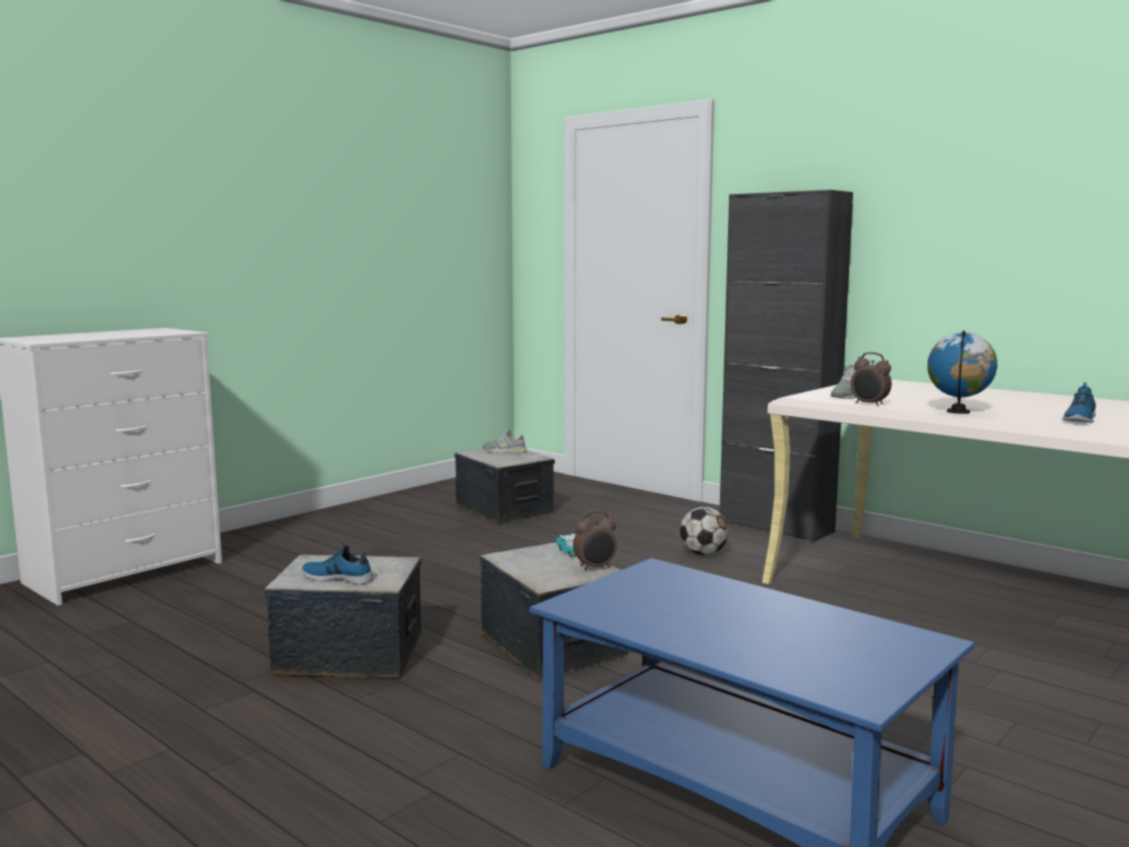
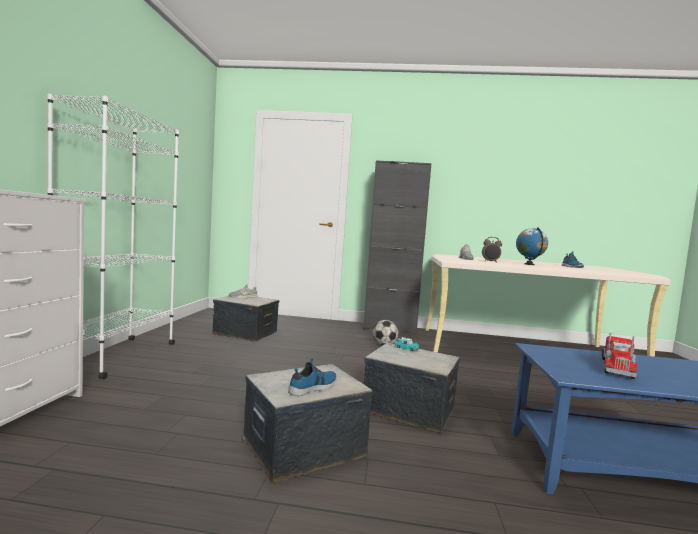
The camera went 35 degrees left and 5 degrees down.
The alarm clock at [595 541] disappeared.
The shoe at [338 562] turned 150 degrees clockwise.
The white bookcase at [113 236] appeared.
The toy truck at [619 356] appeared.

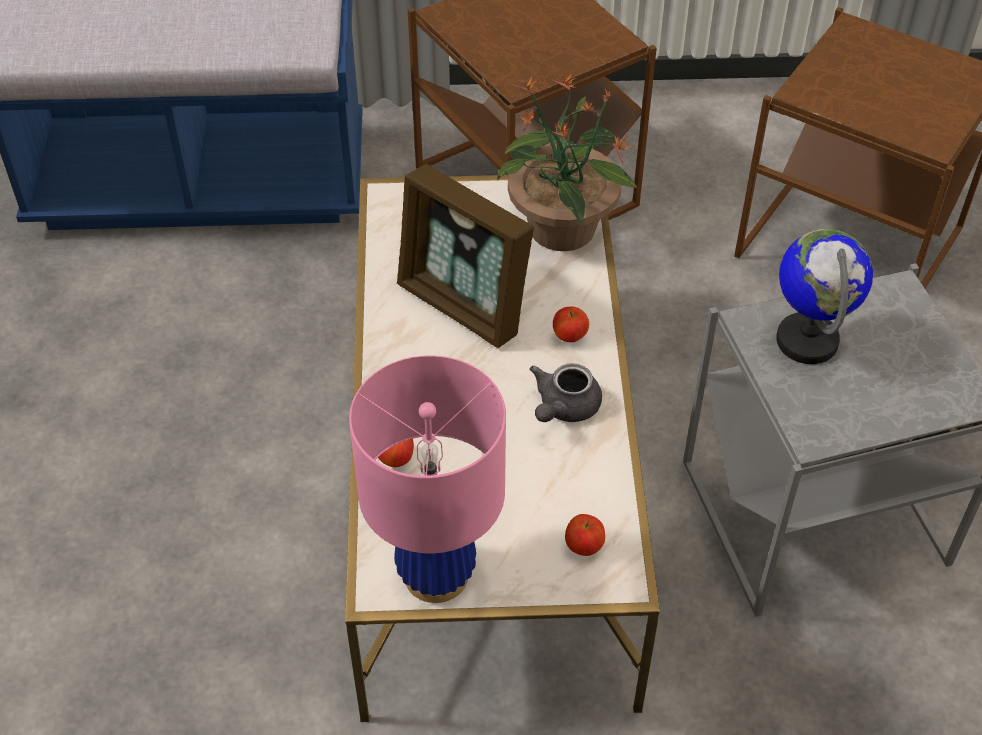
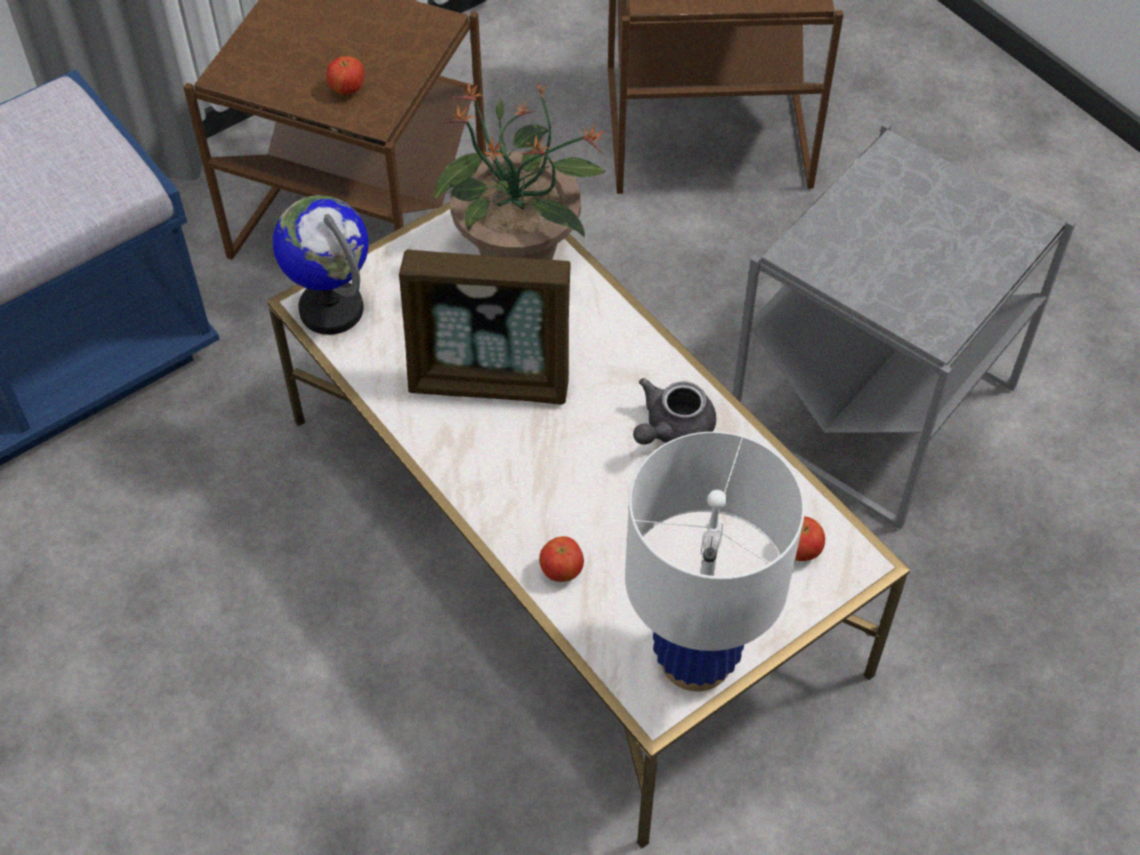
The camera went 35 degrees left and 5 degrees up.
The globe moved from [824 296] to [320 265].
The apple moved from [571 324] to [345 75].
The pink table lamp at [427 479] became the white table lamp at [715 561].
The grey teapot at [565 392] turned 45 degrees clockwise.

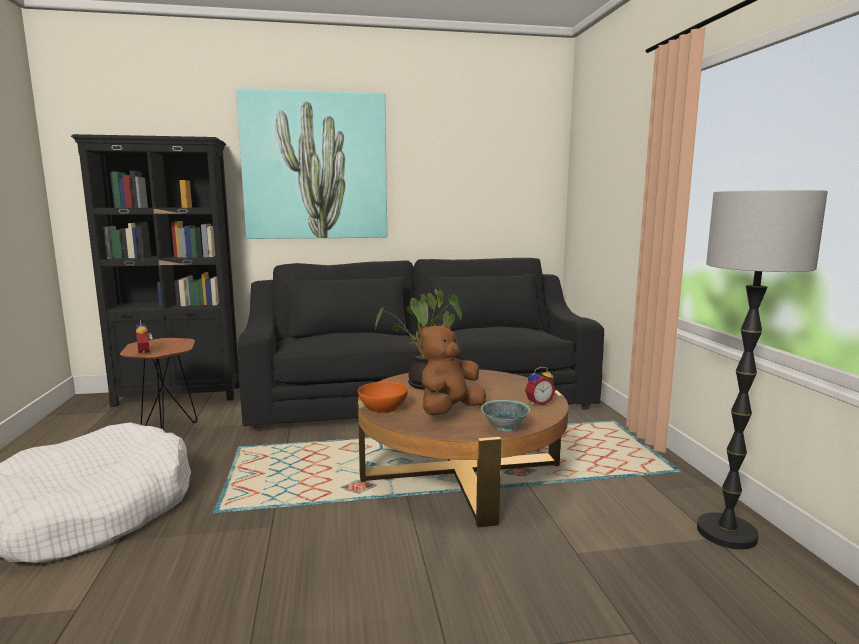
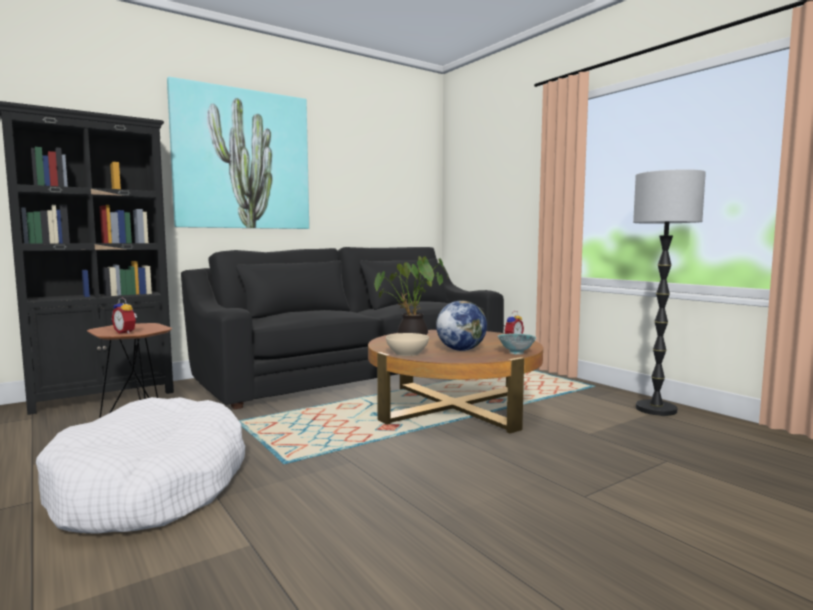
The camera went 25 degrees left and 5 degrees down.
The brown plush toy at [453 369] was replaced by the globe at [461 325].
The orange bowl at [383 397] became the beige bowl at [407 344].

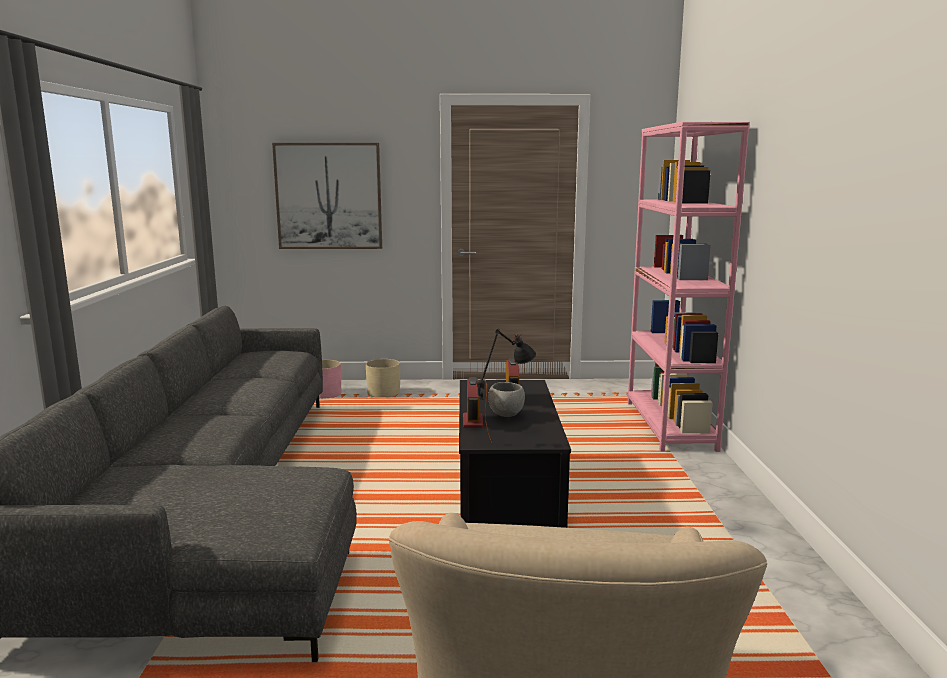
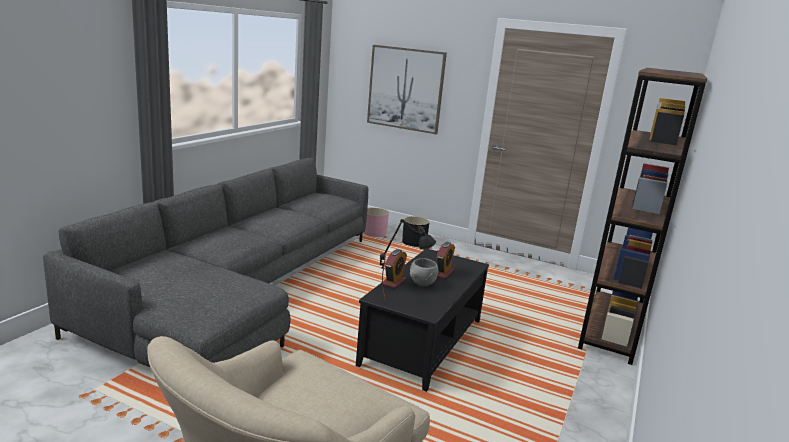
The camera went 25 degrees right and 5 degrees up.
The pink bookcase at [688 287] became the brown bookcase at [642 216].
The beige planter at [383 378] became the black planter at [416 231].

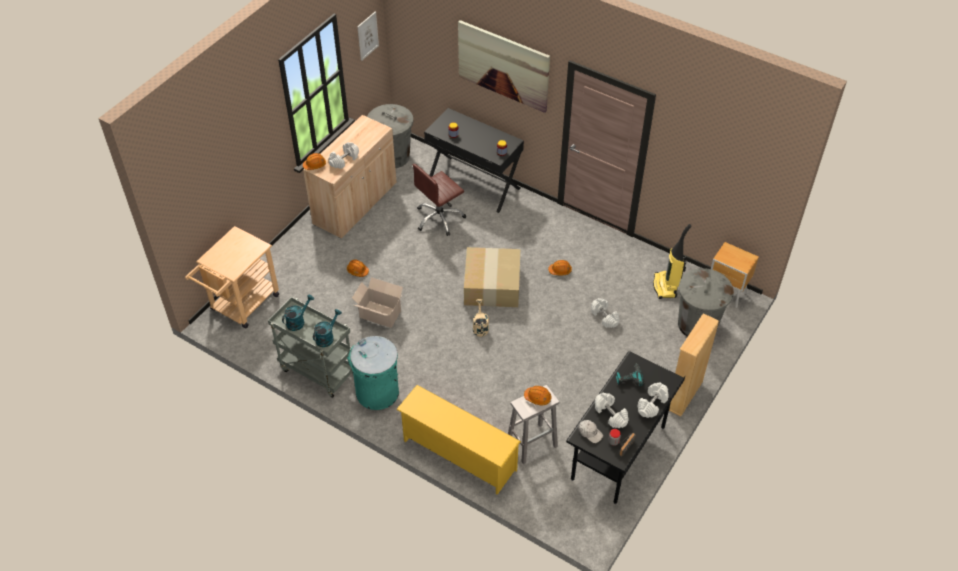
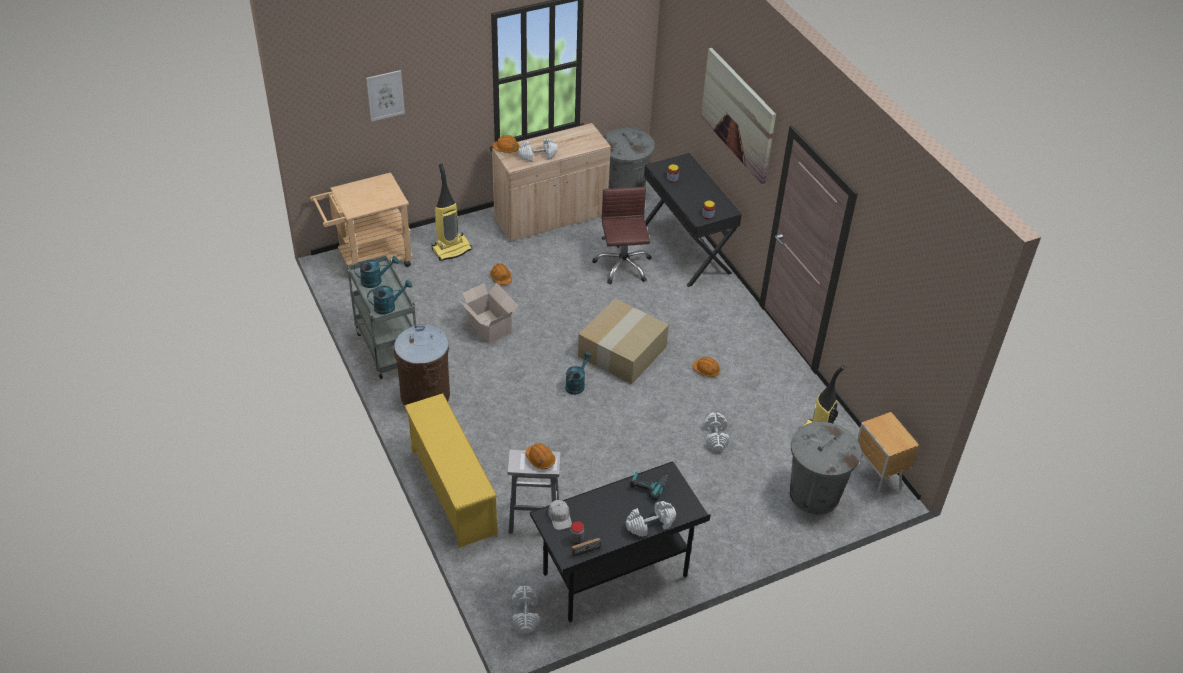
The camera went 30 degrees right and 5 degrees down.
The picture moved from [368 36] to [385 96].
The brown office chair at [439 200] turned 90 degrees clockwise.
The beige watering can at [481 318] became the turquoise watering can at [578 373].
The beige bookcase at [694 364] disappeared.
The turquoise trash can at [373 373] became the brown trash can at [422 364].
The white dumbbell moved from [612 410] to [525 610].
The vacuum cleaner at [452 212] appeared.

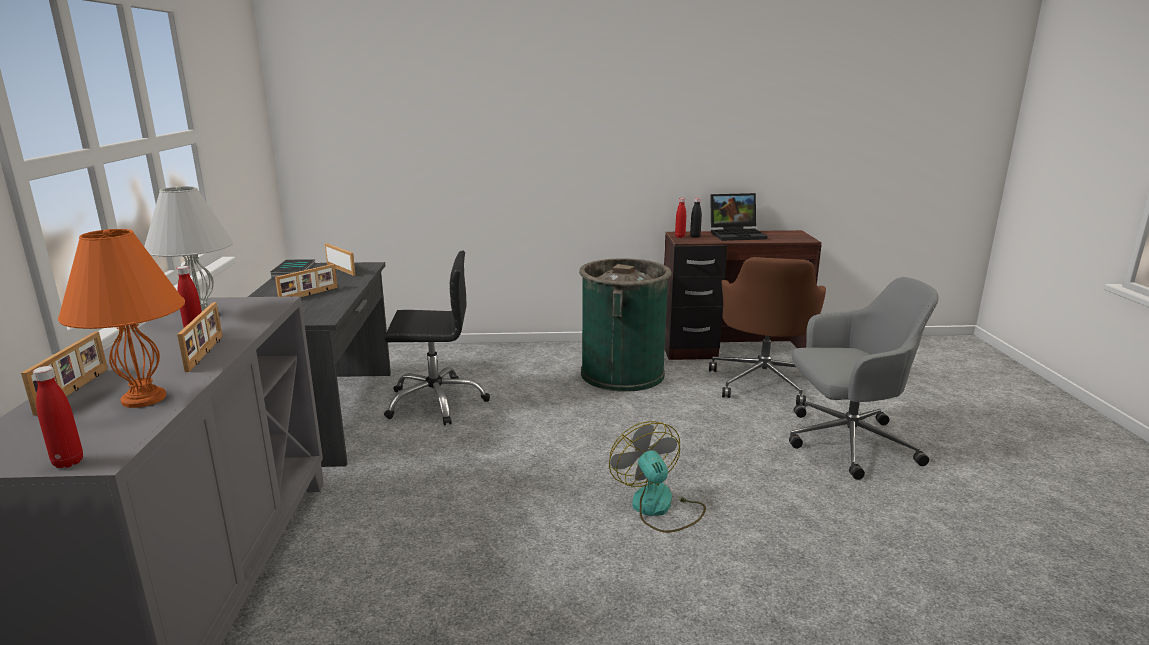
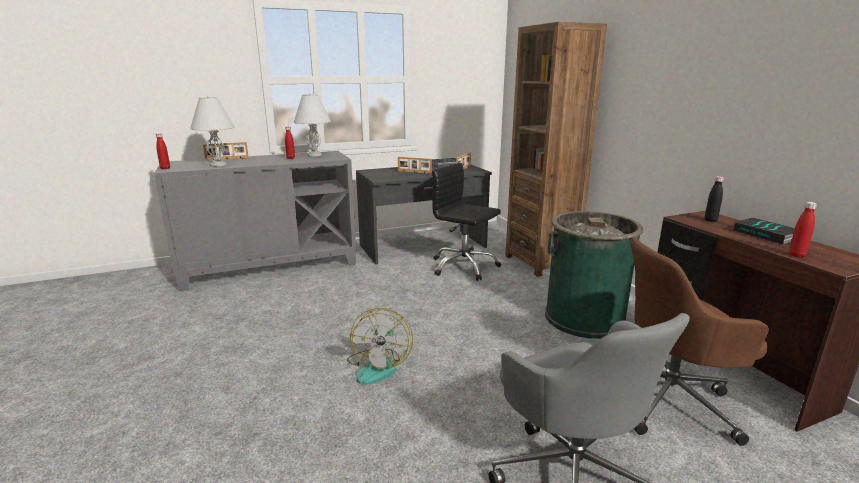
The camera went 70 degrees right and 0 degrees up.
The laptop at [739 217] was replaced by the book at [764 231].
The red bottle moved from [680 218] to [803 230].
The orange table lamp at [121 318] became the white table lamp at [212 131].
The black office chair at [437 338] turned 150 degrees clockwise.
The picture frame at [199 337] disappeared.
The fan at [657 477] turned 135 degrees clockwise.
The brown bookcase at [556 149] appeared.

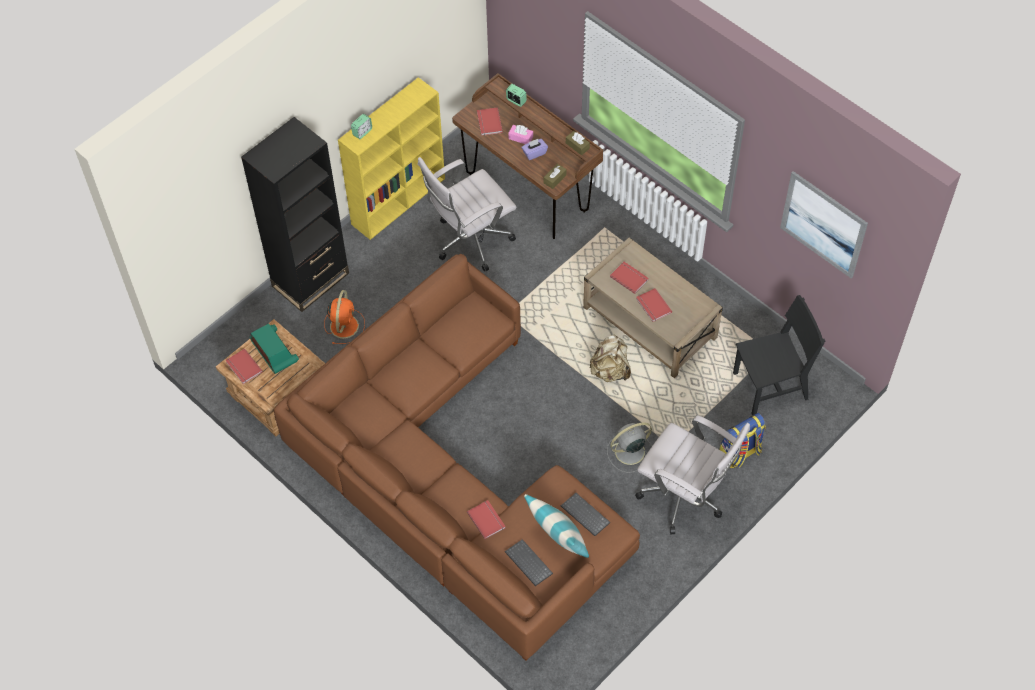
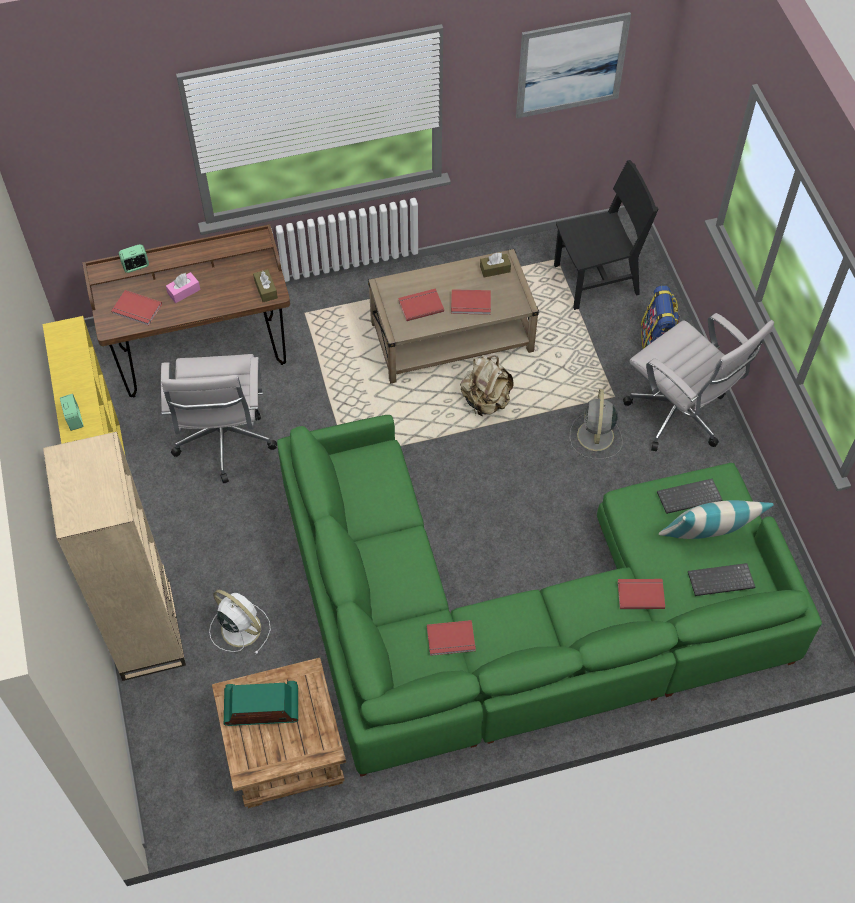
The camera went 60 degrees left and 0 degrees up.
The black bookcase at [295 214] became the beige bookcase at [114 556].
The brown tissue box moved from [578 143] to [495 265].
The purple tissue box at [534 149] disappeared.
The brown sofa at [457 457] became the green sofa at [549 596].
The orange fan at [344 317] became the white fan at [240 622].
The black chair at [779 355] turned 60 degrees clockwise.
The red book moved from [244 366] to [451 638].
The white office chair at [692 474] turned 75 degrees clockwise.

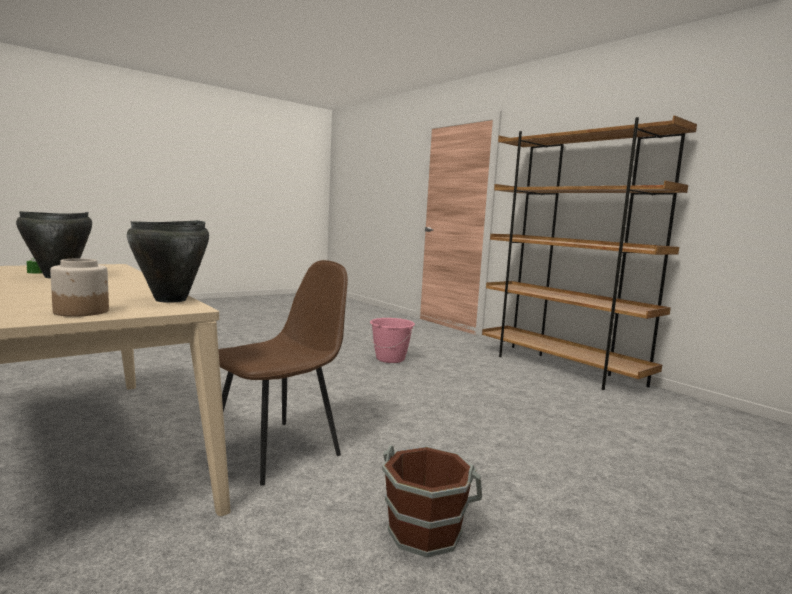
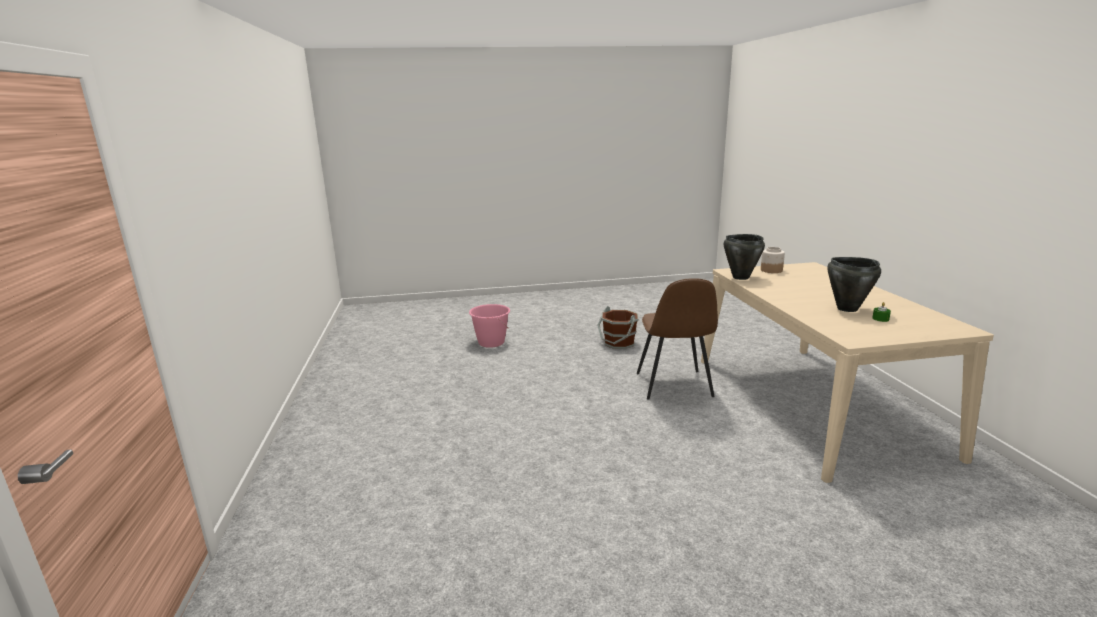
The camera went 150 degrees left and 10 degrees up.
The brown bookcase at [589 252] disappeared.
The brown chair at [283 373] turned 75 degrees counterclockwise.
The pink bucket moved from [392 340] to [489 326].

